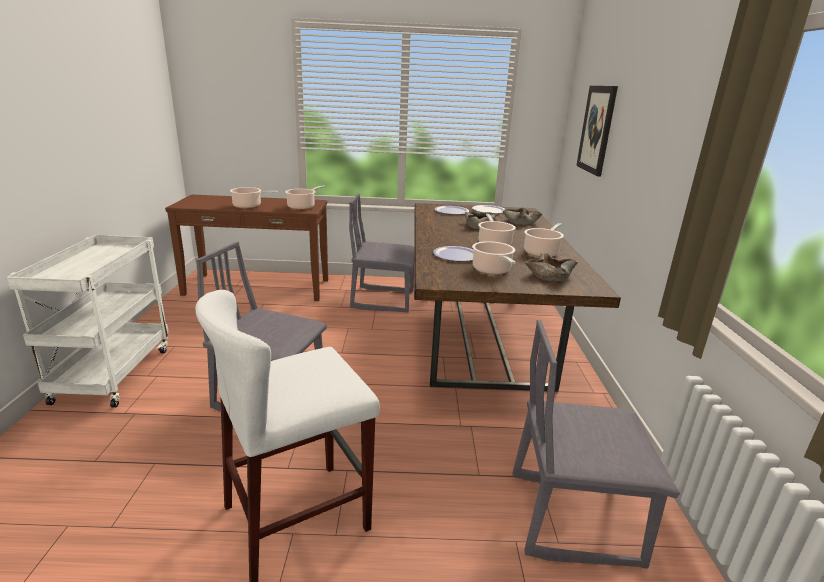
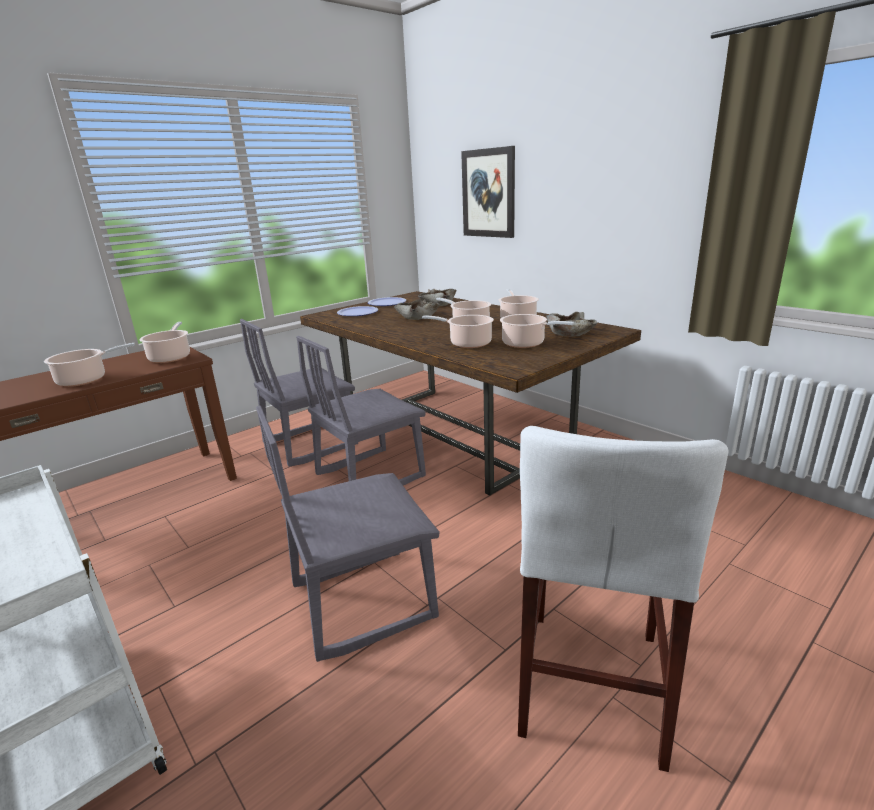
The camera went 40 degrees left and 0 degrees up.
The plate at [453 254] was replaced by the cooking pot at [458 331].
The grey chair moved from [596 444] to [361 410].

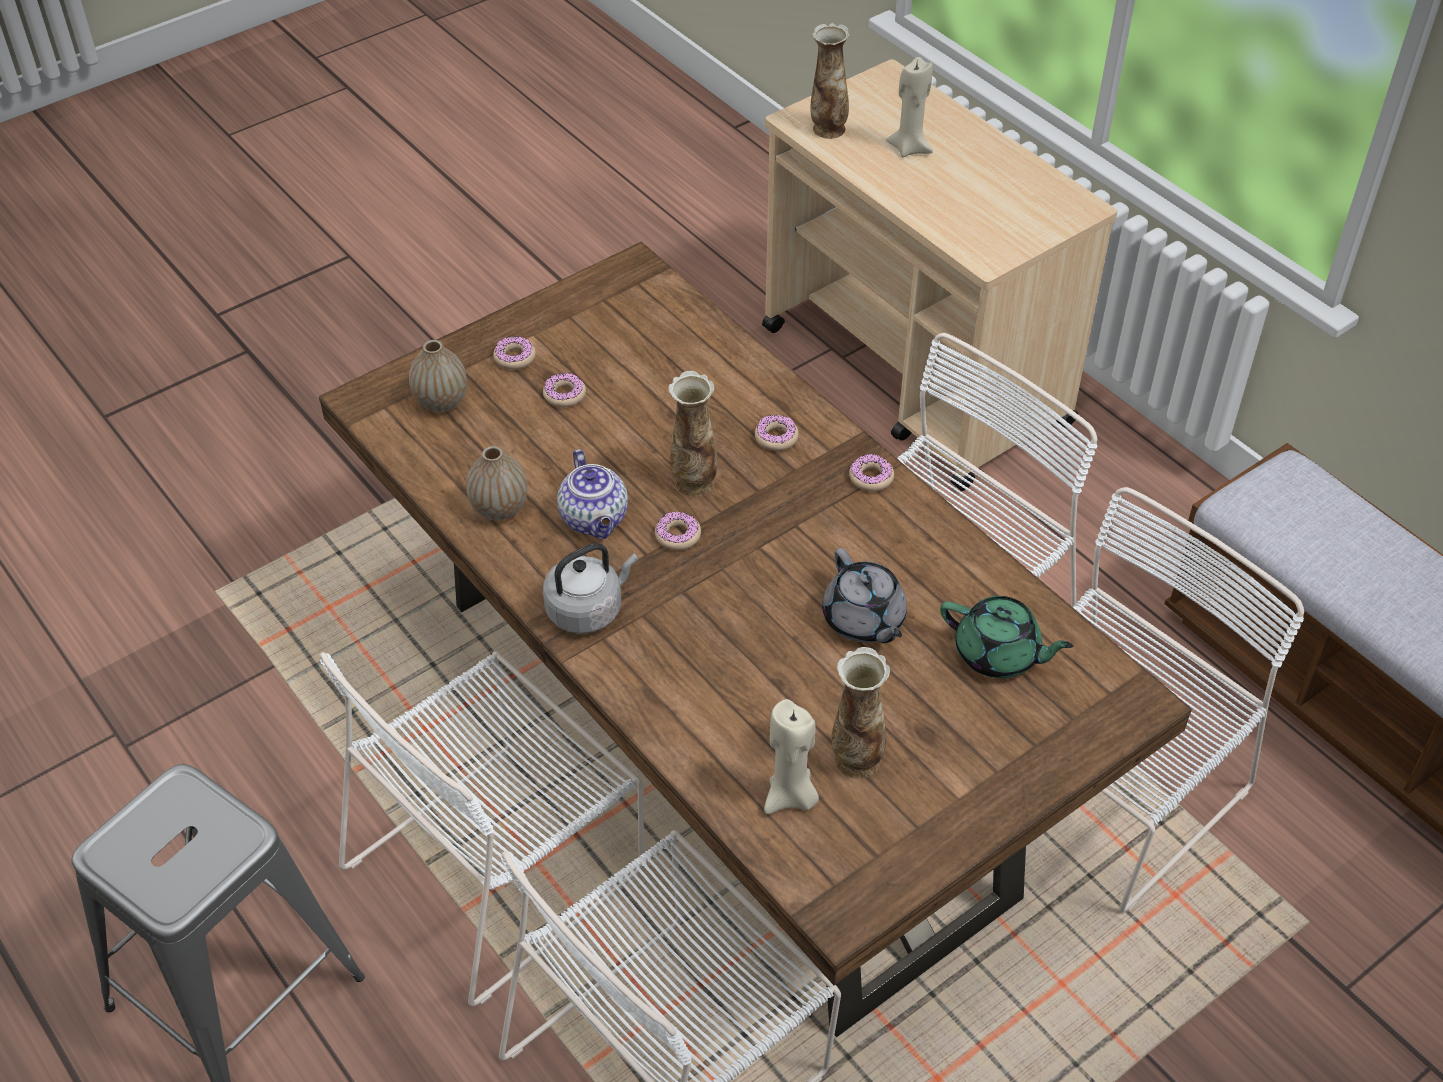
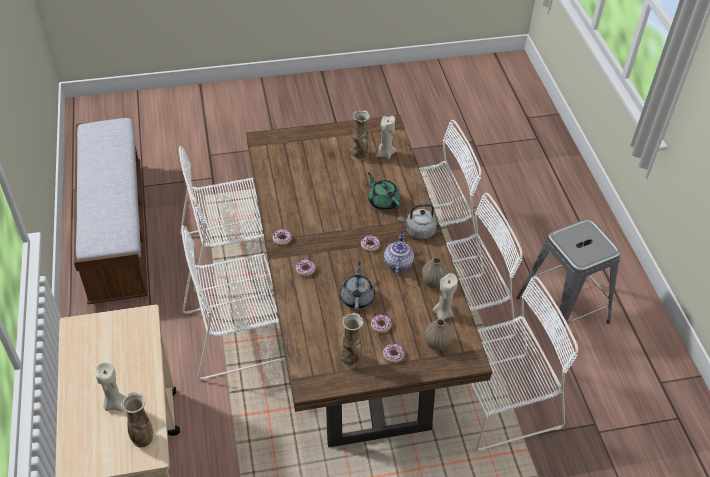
The camera went 155 degrees left and 0 degrees up.
The vase moved from [693 434] to [351 340].
The grey teapot moved from [864 595] to [357 286].
The green teapot moved from [1006 637] to [384 191].
The beige candle at [445 296] appeared.
The white chair at [524 363] appeared.

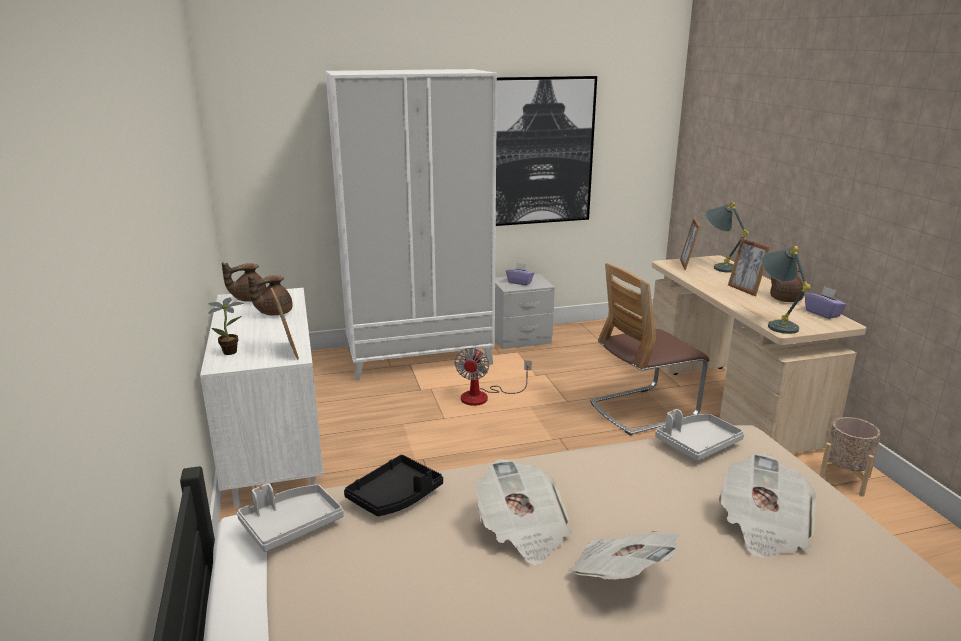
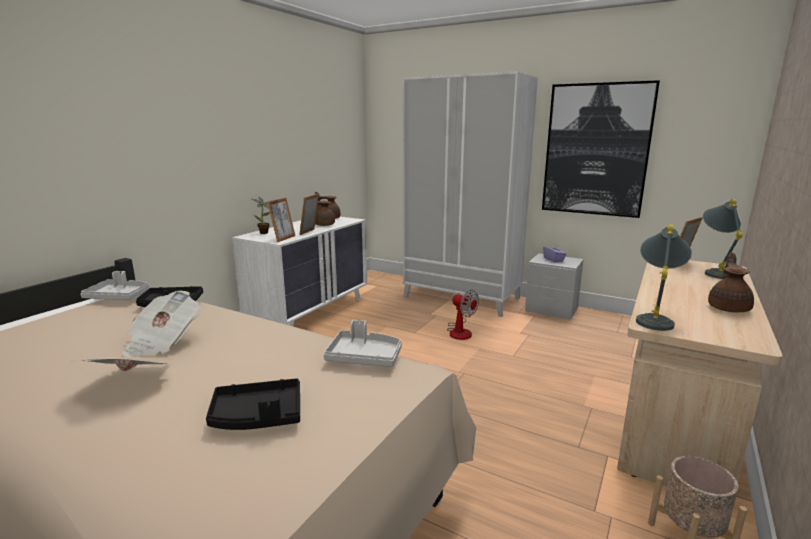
The camera went 45 degrees right and 5 degrees down.
The picture frame moved from [749 267] to [309 214].
The chair at [649 349] disappeared.
The purple tissue box at [826 302] disappeared.
The fan at [493 377] turned 105 degrees counterclockwise.
The newspaper at [767 505] was replaced by the black tray at [253 404].

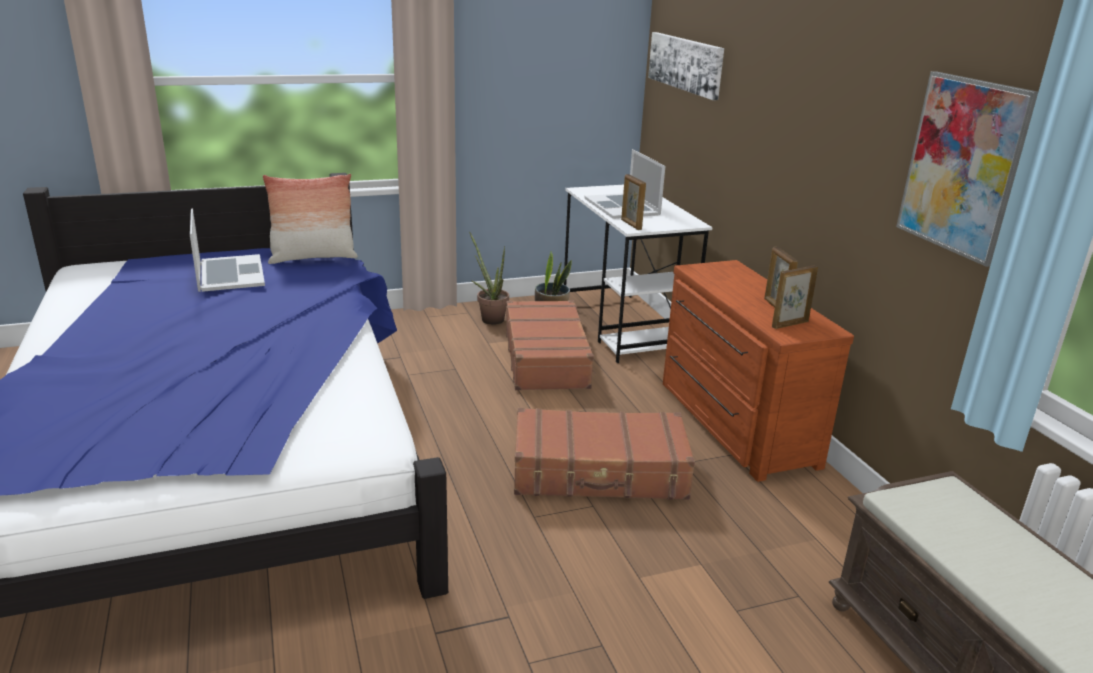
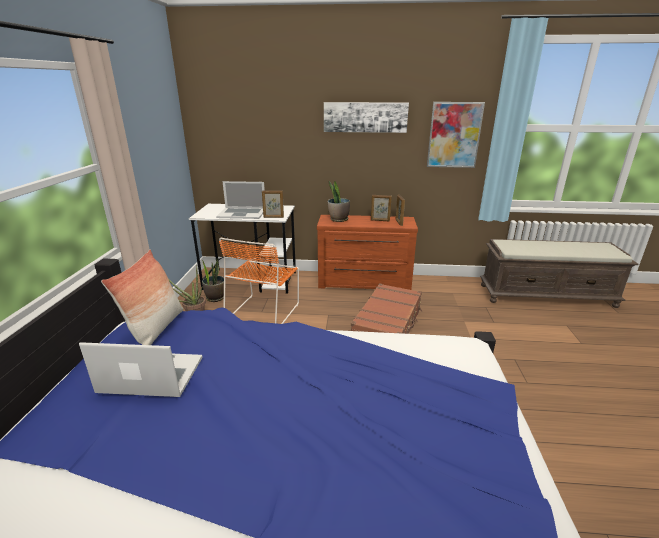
The camera went 65 degrees left and 0 degrees up.
The picture moved from [686 66] to [366 117].
The brown suitcase at [551 345] was replaced by the orange chair at [259 280].
The potted plant at [339 201] appeared.

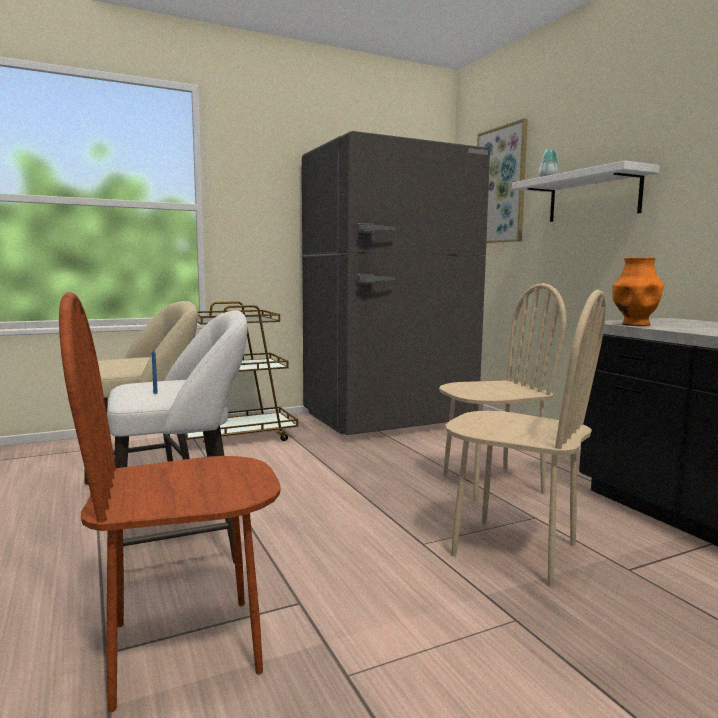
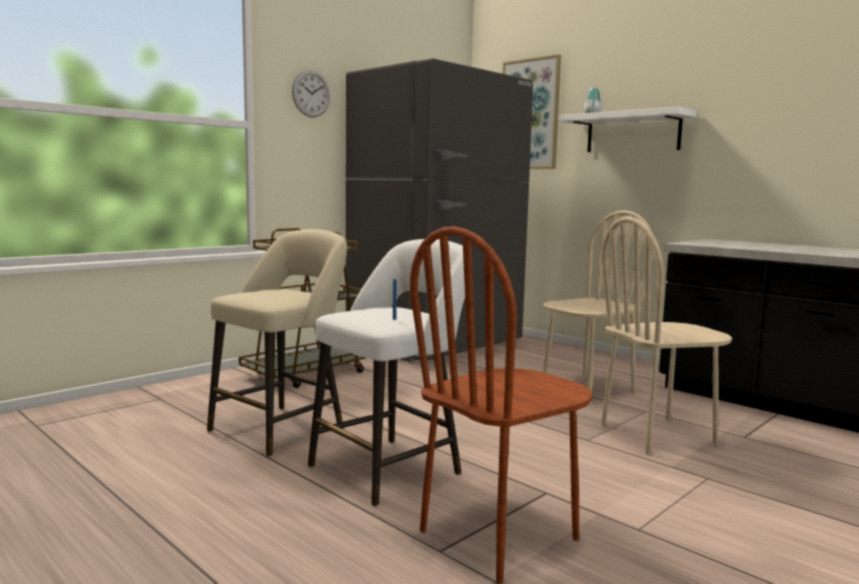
The camera went 20 degrees left and 0 degrees up.
The orange vase at [638 291] disappeared.
The beige chair at [526 438] turned 150 degrees clockwise.
The wall clock at [311 93] appeared.

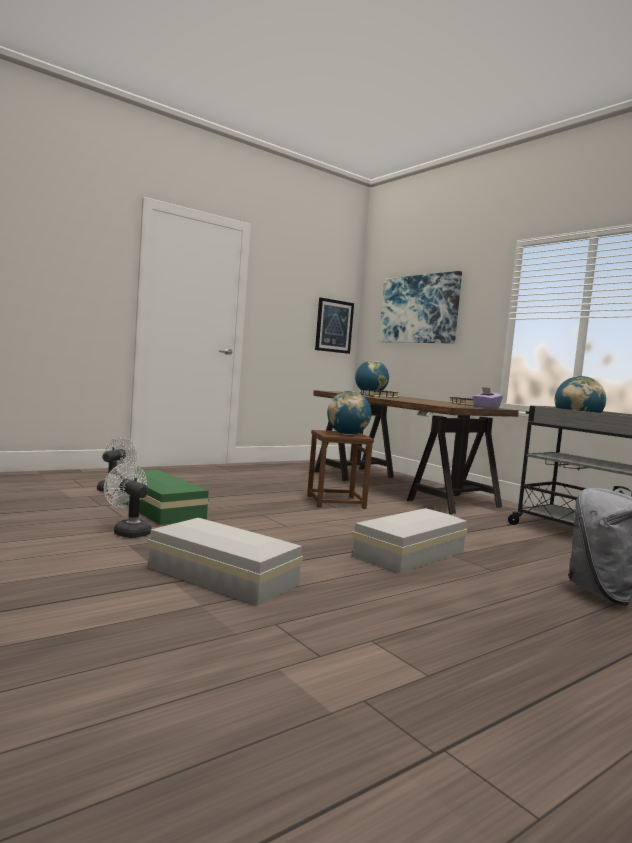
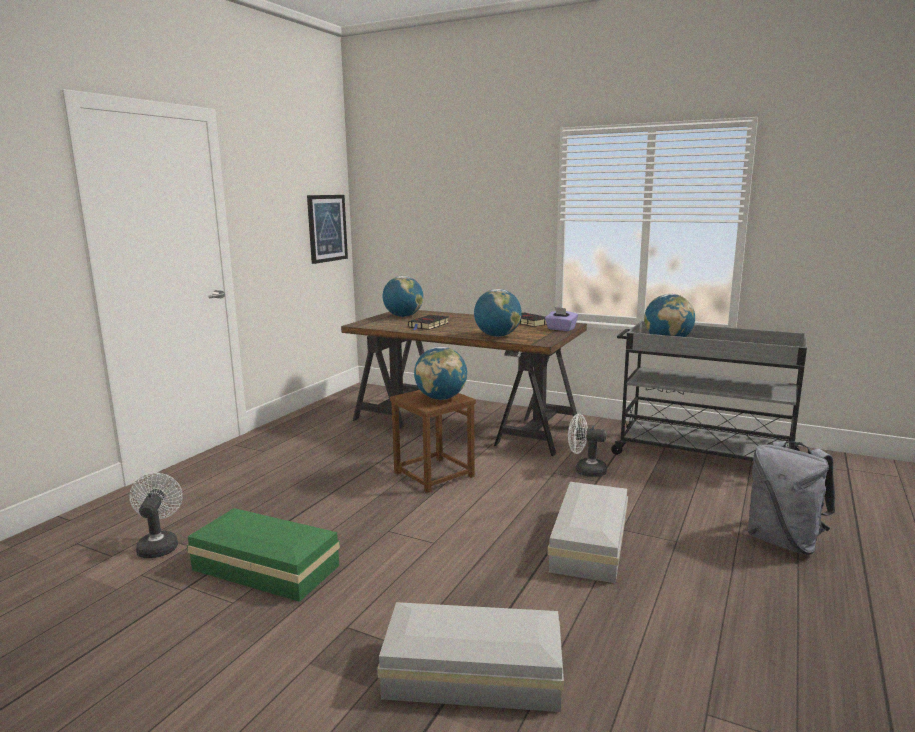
The camera went 25 degrees left and 10 degrees up.
The picture at [420 307] disappeared.
The white fan moved from [128 500] to [587 445].
The globe at [498 313] appeared.

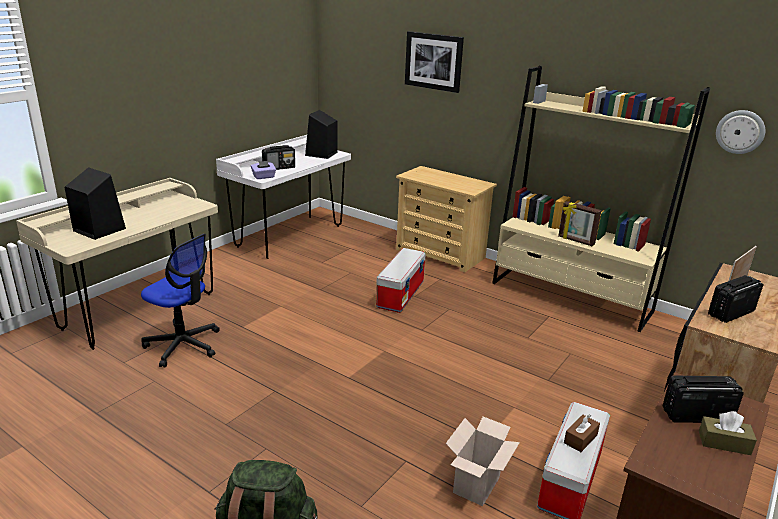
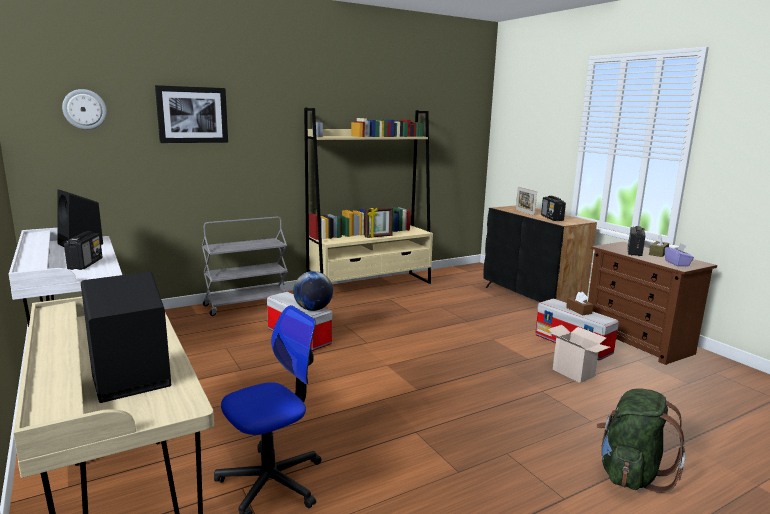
The camera went 65 degrees left and 10 degrees down.
The wall clock moved from [740 132] to [84 109].
The purple tissue box moved from [263 170] to [679 254].
The beige dresser at [446 219] was replaced by the grey cart at [245 266].
The globe at [313 291] appeared.

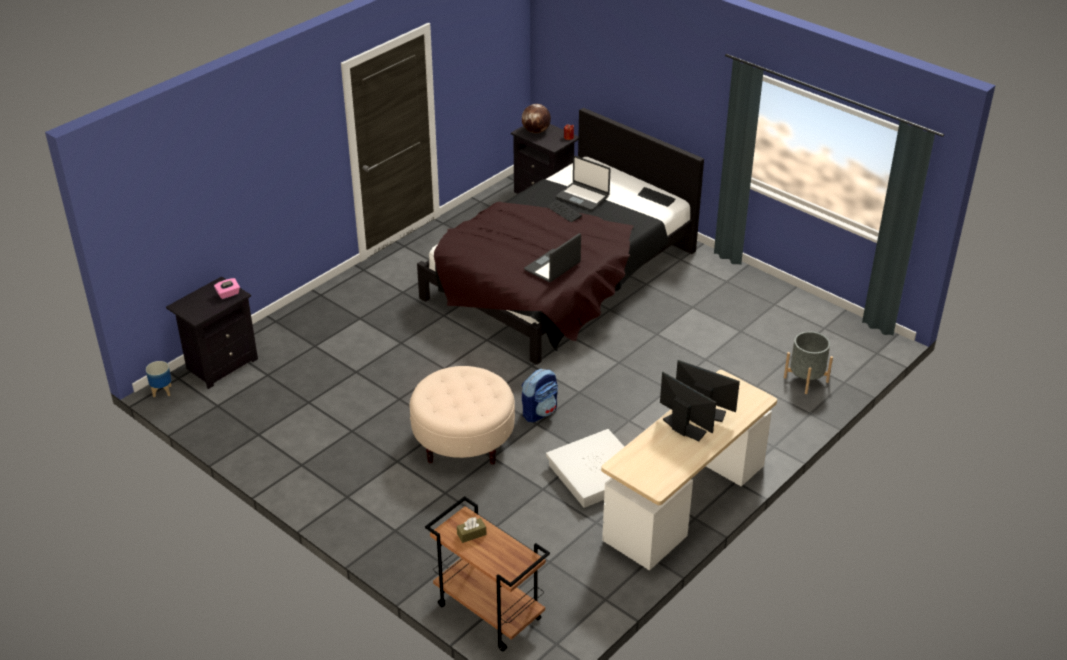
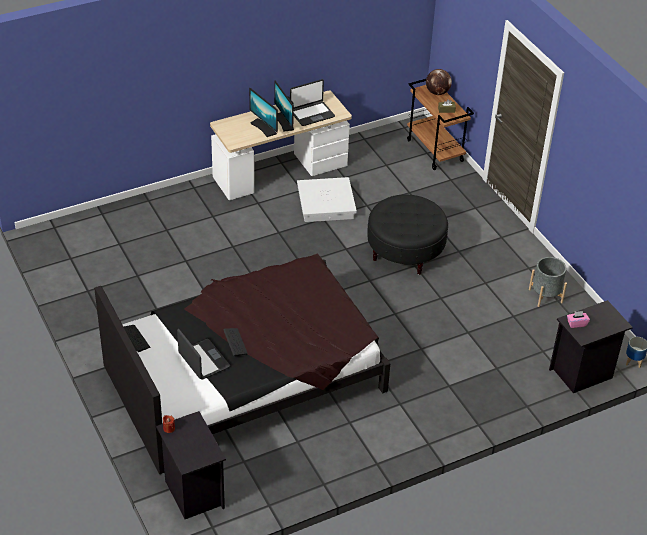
The camera went 160 degrees left and 5 degrees up.
The globe moved from [536 119] to [439 82].
The laptop moved from [552 257] to [312 102].
The grey planter moved from [808 362] to [548 282].
The beige ottoman at [462 415] became the black ottoman at [407 235].
The backpack at [540 395] disappeared.

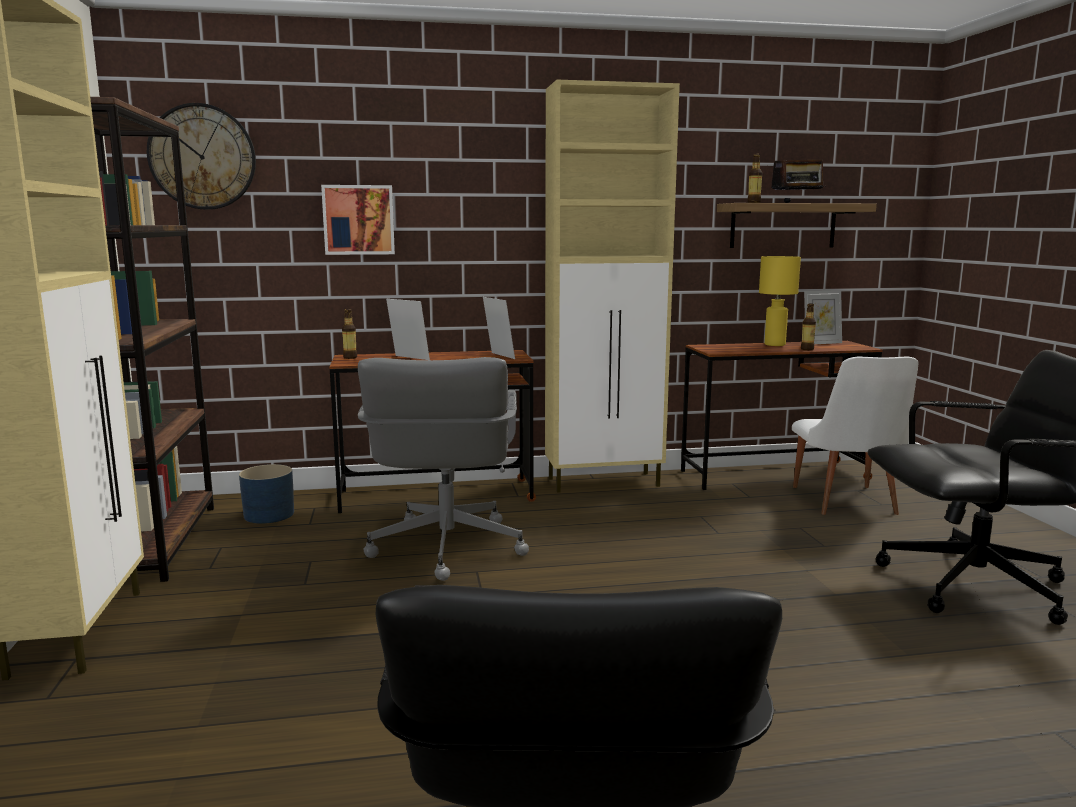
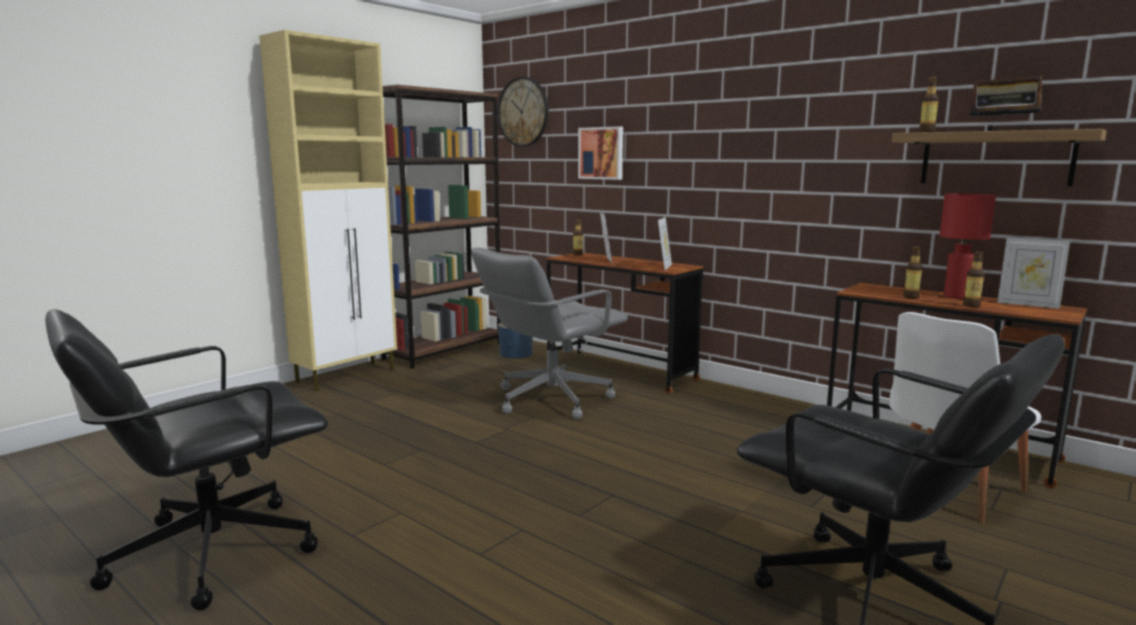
The camera went 50 degrees right and 0 degrees up.
The beige cabinet at [612 286] disappeared.
The yellow table lamp at [780 301] became the red table lamp at [968 246].
The bottle at [912 272] appeared.

